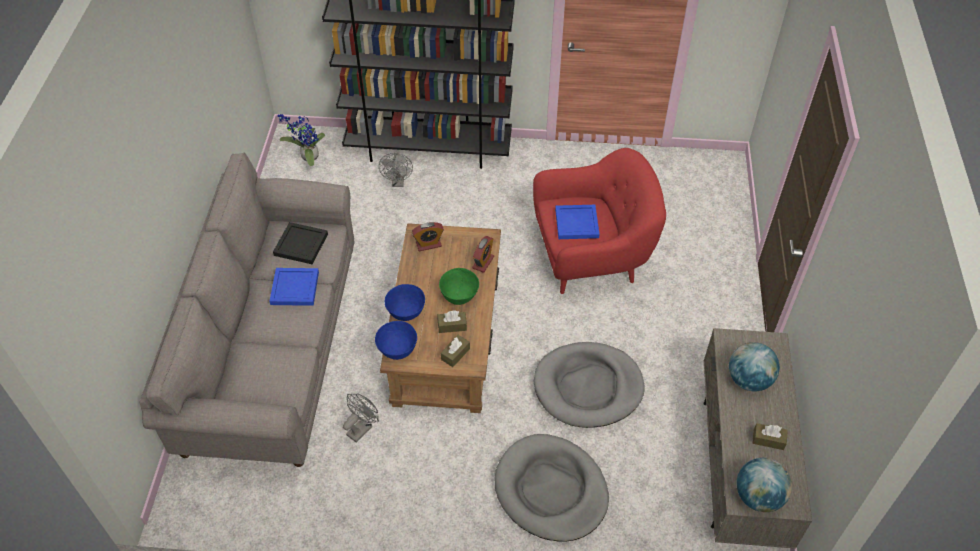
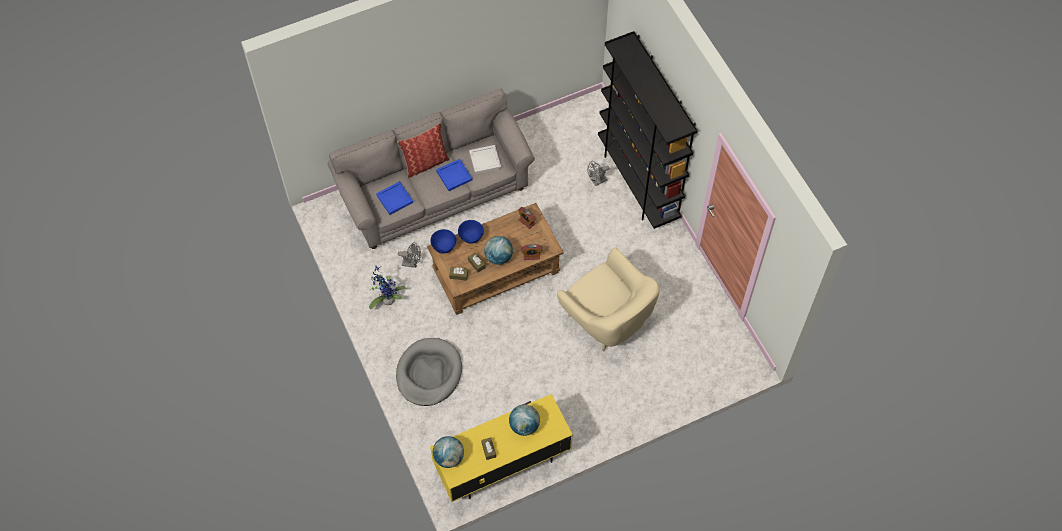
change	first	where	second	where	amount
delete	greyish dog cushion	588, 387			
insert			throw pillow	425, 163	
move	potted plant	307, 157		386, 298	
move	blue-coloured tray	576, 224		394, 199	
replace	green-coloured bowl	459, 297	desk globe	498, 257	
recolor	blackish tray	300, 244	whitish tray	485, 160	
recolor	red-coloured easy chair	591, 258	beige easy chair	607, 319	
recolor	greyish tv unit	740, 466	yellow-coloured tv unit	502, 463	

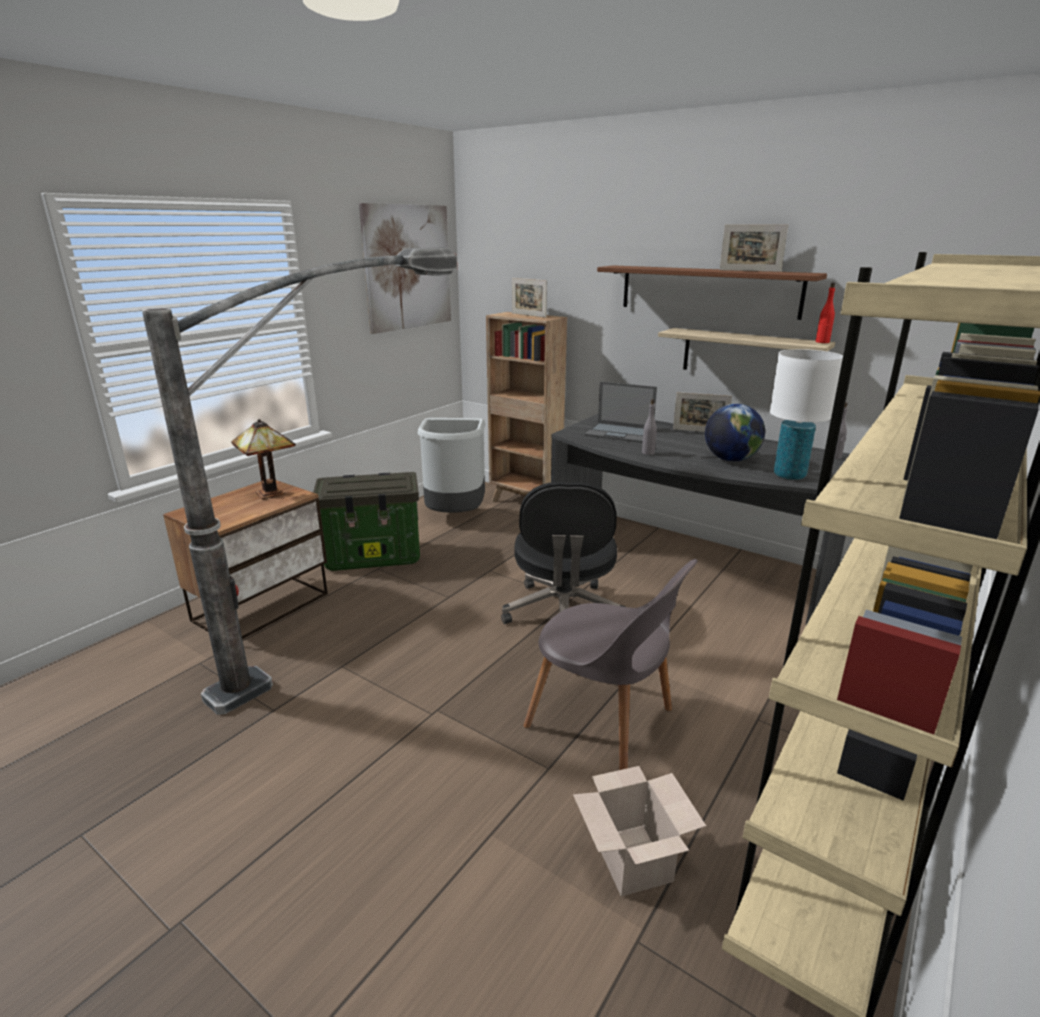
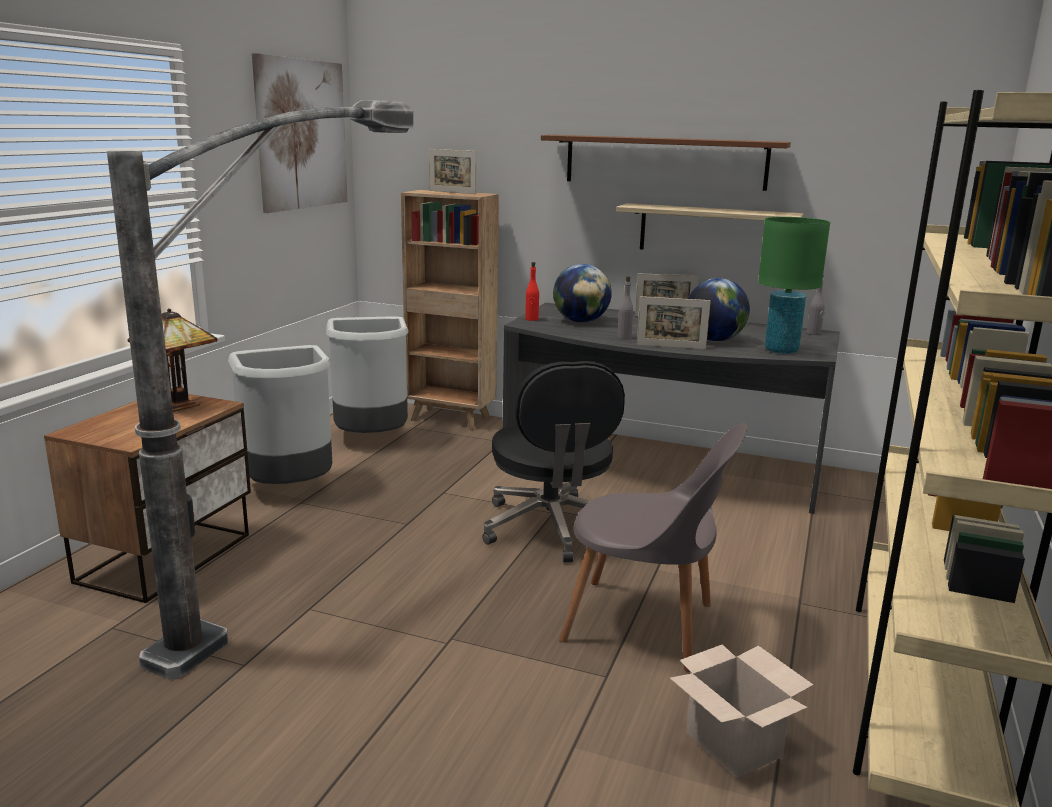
change	first	where	second	where	amount
move	standing frame	749, 271		671, 347	
move	red-coloured beverage bottle	822, 342		531, 319	
replace	storage container	374, 556	greyish waste bin	289, 489	
replace	portable computer	620, 433	desk globe	581, 321	
recolor	whitish table lamp	789, 475	green-coloured table lamp	781, 351	

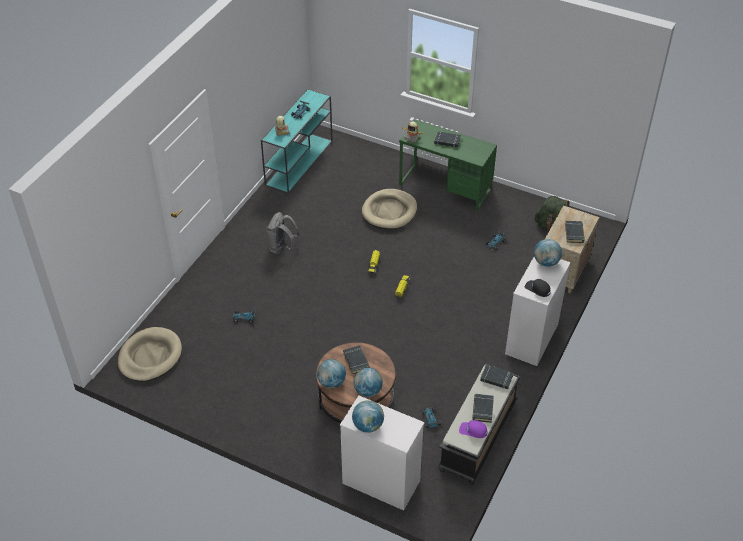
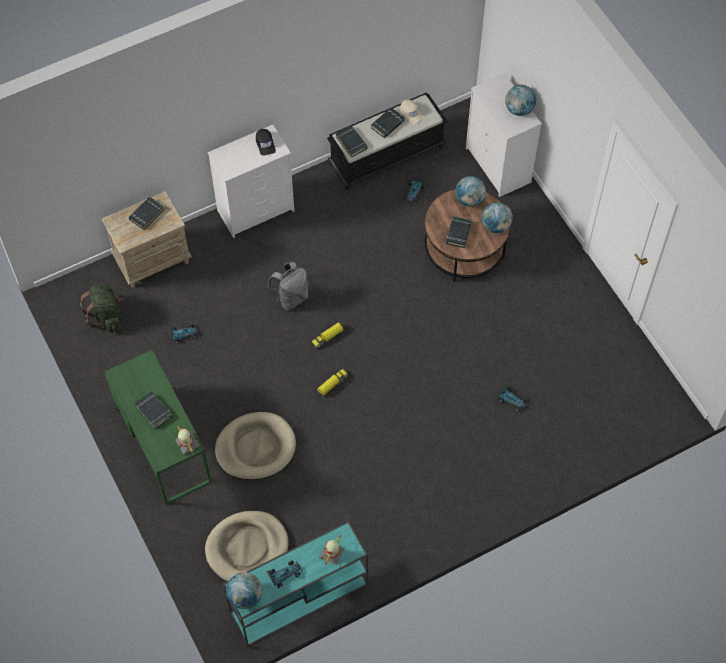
change	first	where	second	where	amount
move	beige dog cushion	150, 356		247, 548	
move	greyish rucksack	282, 248		291, 297	
move	desk globe	546, 262		245, 596	
recolor	purple cap	473, 430	beige cap	411, 113	

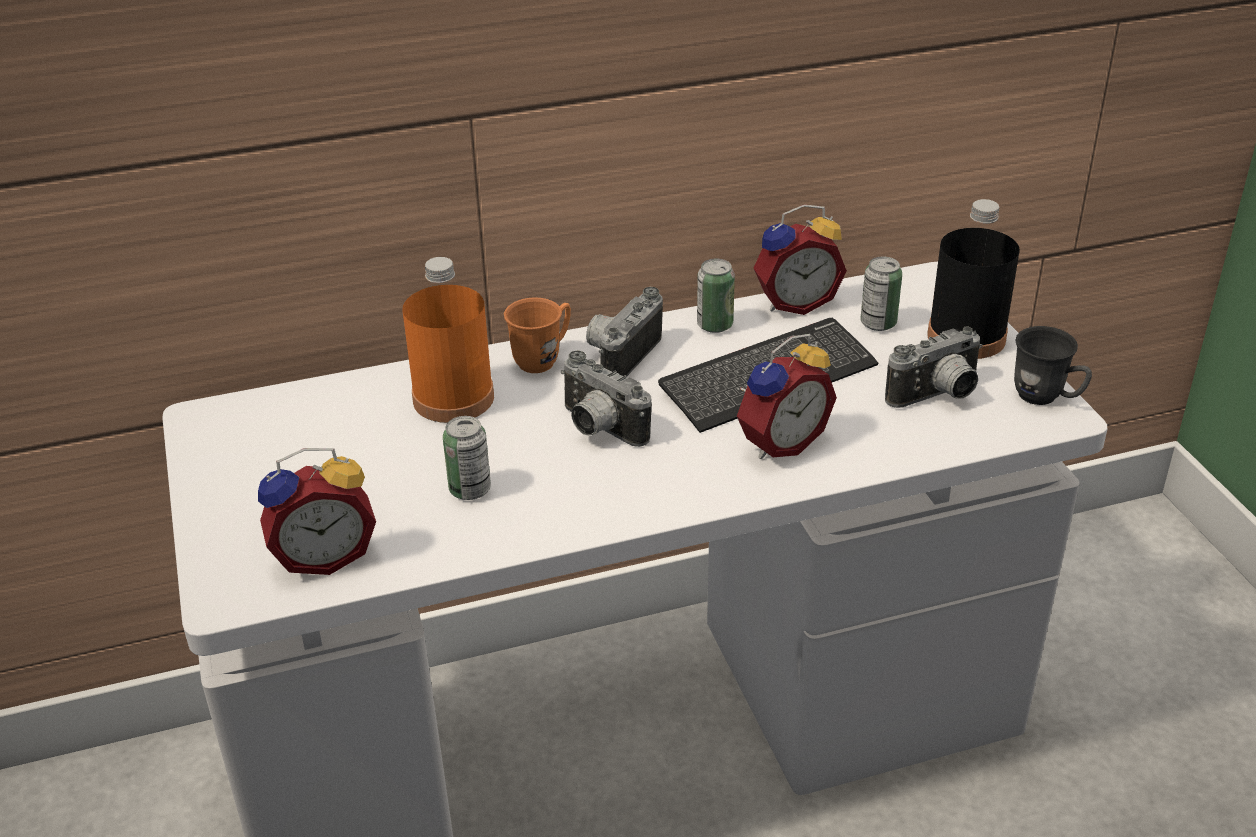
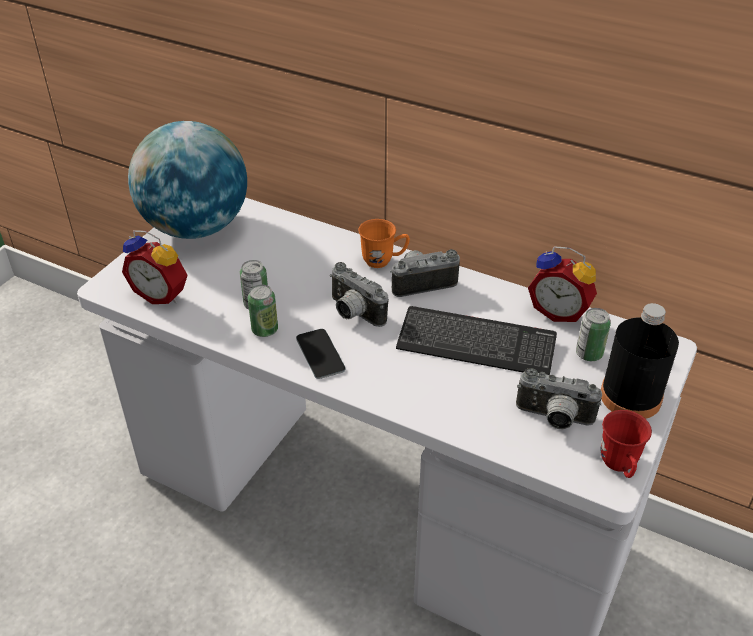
change	first	where	second	where	amount
delete	orange-coloured beverage bottle	453, 398			
delete	alarm clock	779, 442			
insert			desk globe	196, 227	
insert			telephone	320, 354	
move	sealed can	715, 325		265, 330	
recolor	greyish tea mug	1046, 398	red-coloured tea mug	619, 467	
rotate	photo camera	598, 429		353, 313	45 degrees counterclockwise

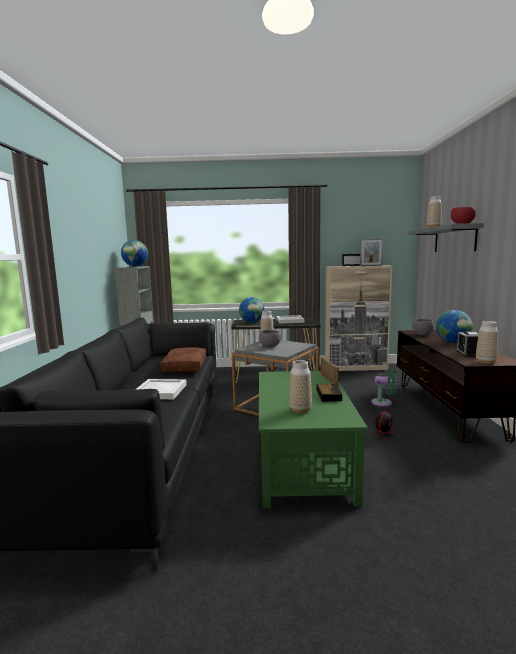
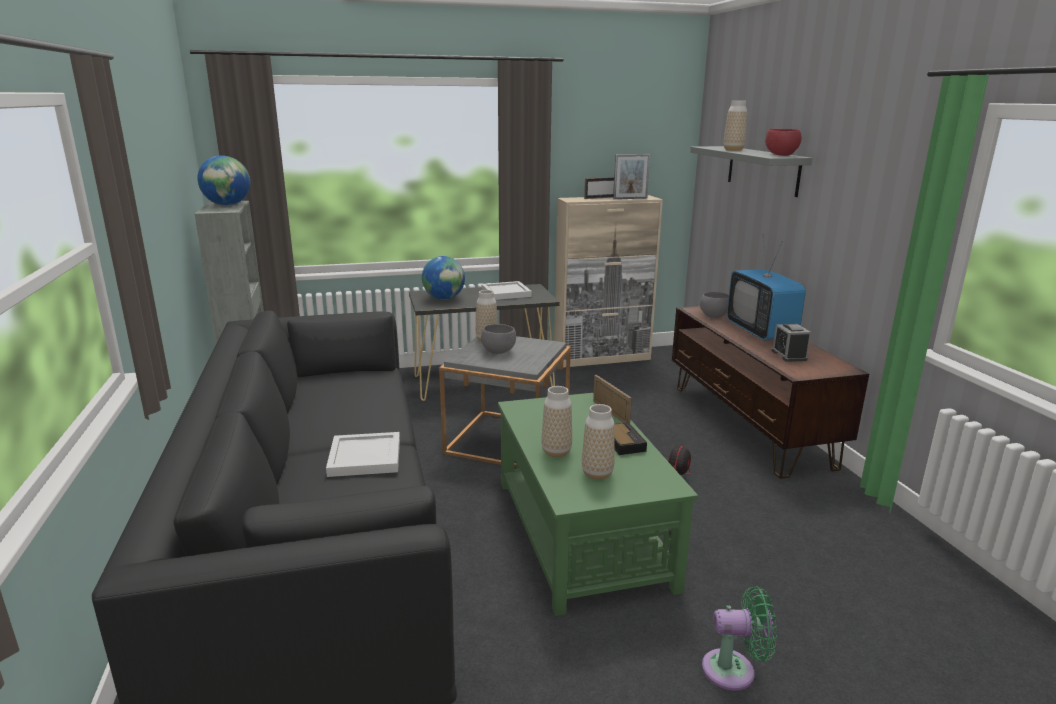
change	first	where	second	where	amount
delete	brown throw pillow	184, 366			
move	green-coloured cooling fan	384, 403		734, 670	
move	vase	485, 362		556, 452	
replace	desk globe	453, 342	television	760, 332	

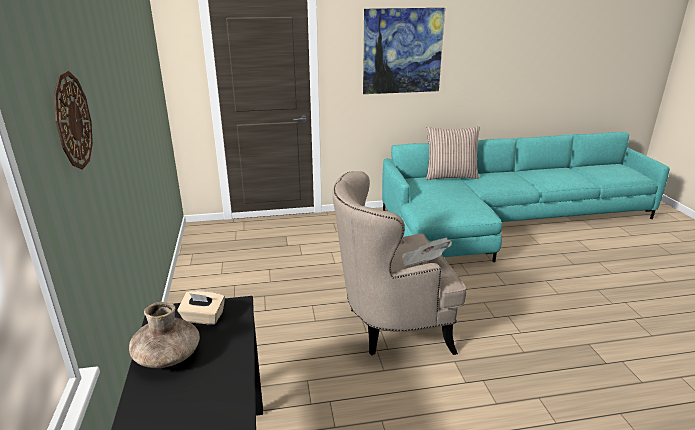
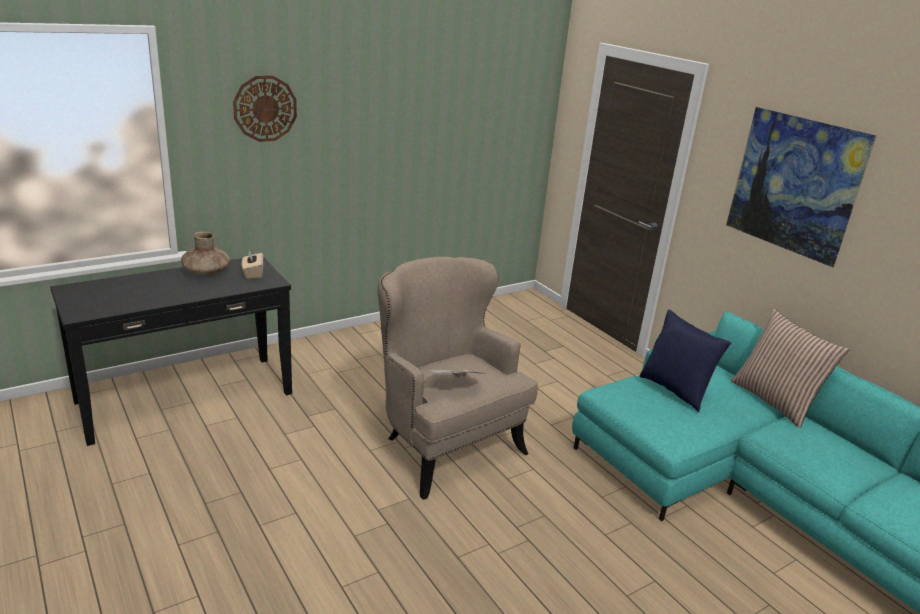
change	first	where	second	where	amount
insert			blue-coloured throw pillow	675, 390	

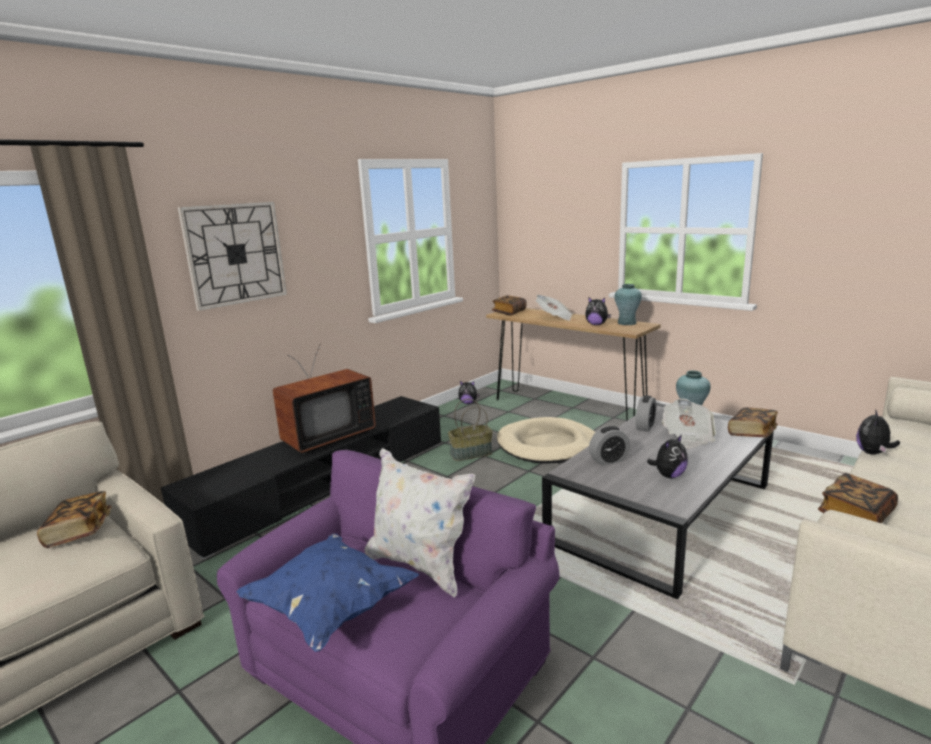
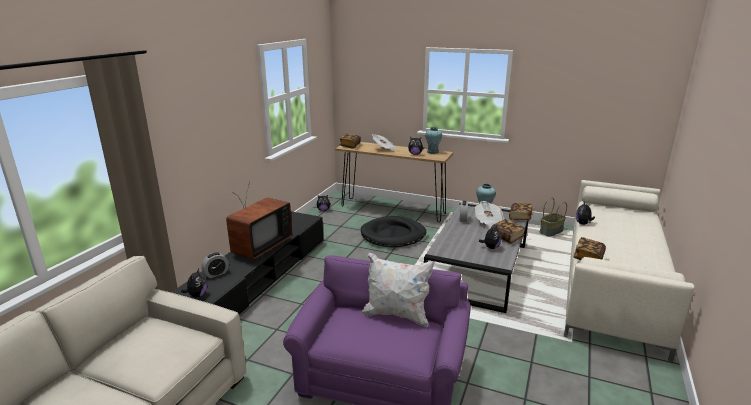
change	first	where	second	where	amount
delete	wall clock	235, 254			
delete	blue-coloured throw pillow	330, 609			
insert			plush toy	197, 295	
move	bound book	79, 531		507, 237	
move	basket	471, 454		551, 232	
move	alarm clock	609, 460		216, 274	
recolor	beige dog cushion	548, 445	blackish dog cushion	393, 235	

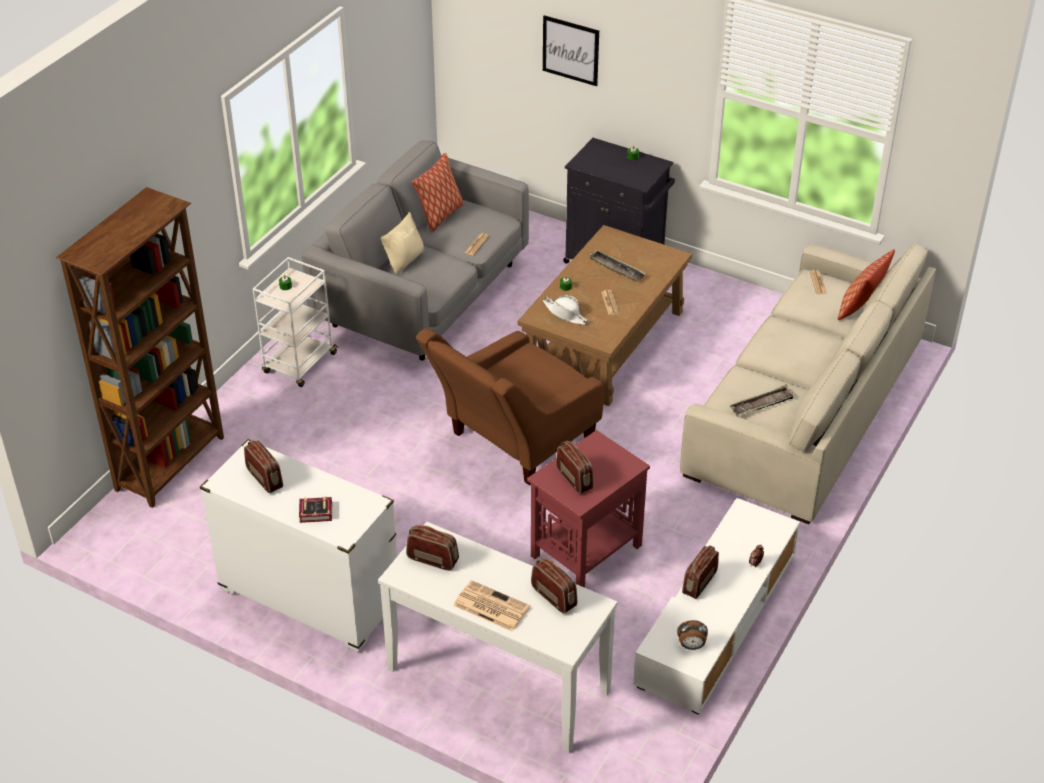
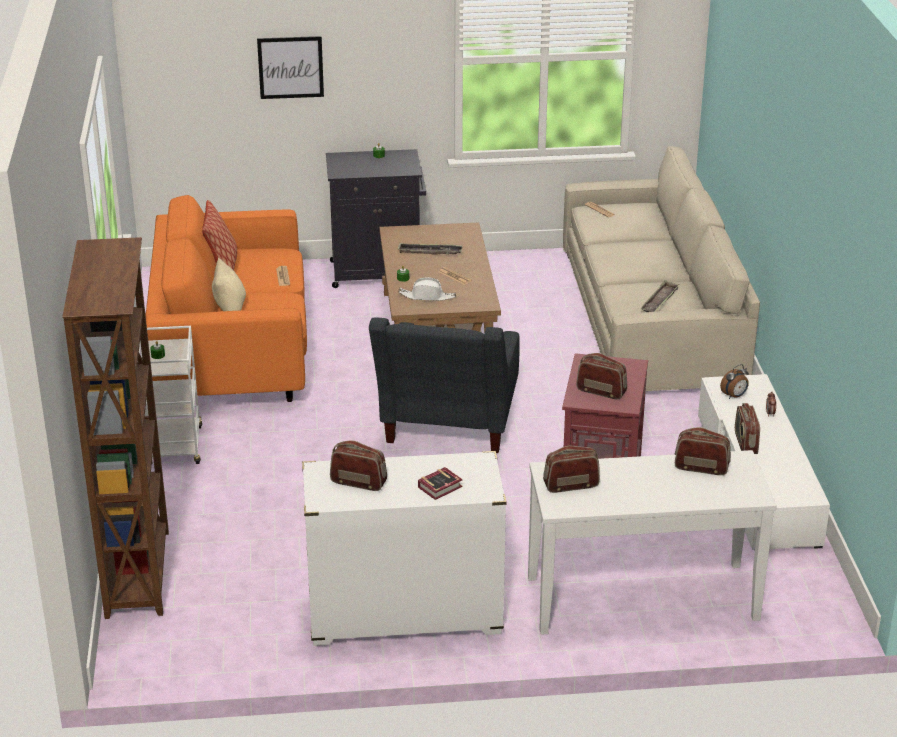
change	first	where	second	where	amount
delete	newspaper	490, 606			
delete	throw pillow	860, 308			
move	alarm clock	691, 646		734, 396	
recolor	greyish settee	423, 296	orange-coloured settee	233, 354	
recolor	brown easy chair	512, 443	greyish easy chair	447, 430	

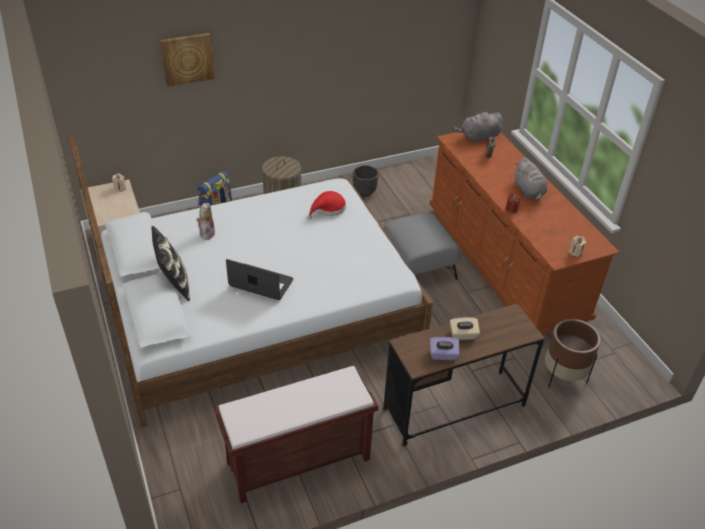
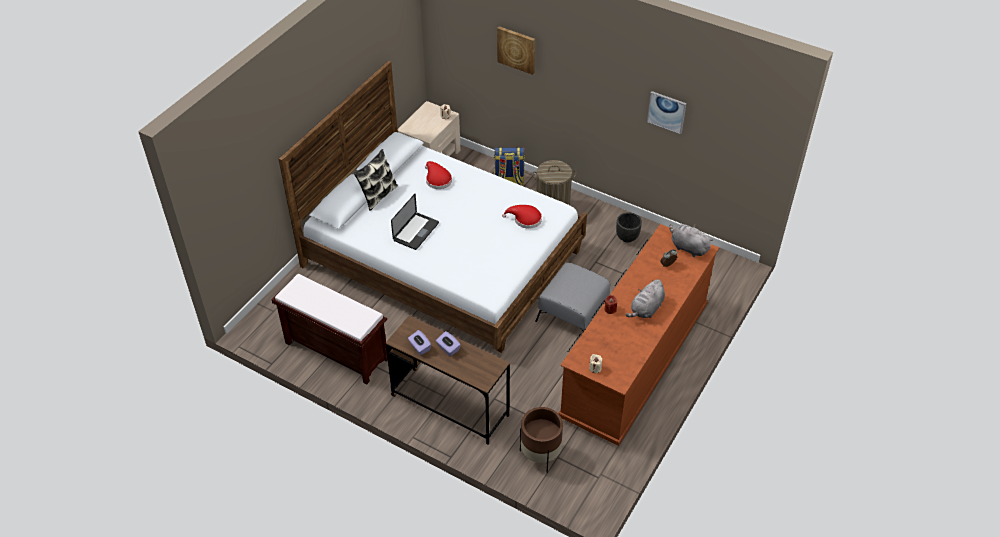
change	first	where	second	where	amount
insert			wall art	666, 112	
replace	plush toy	206, 233	red-coloured clothing hat	437, 179	
recolor	beige tissue box	463, 335	purple tissue box	448, 348	
rotate	portable computer	261, 283		416, 232	45 degrees clockwise

